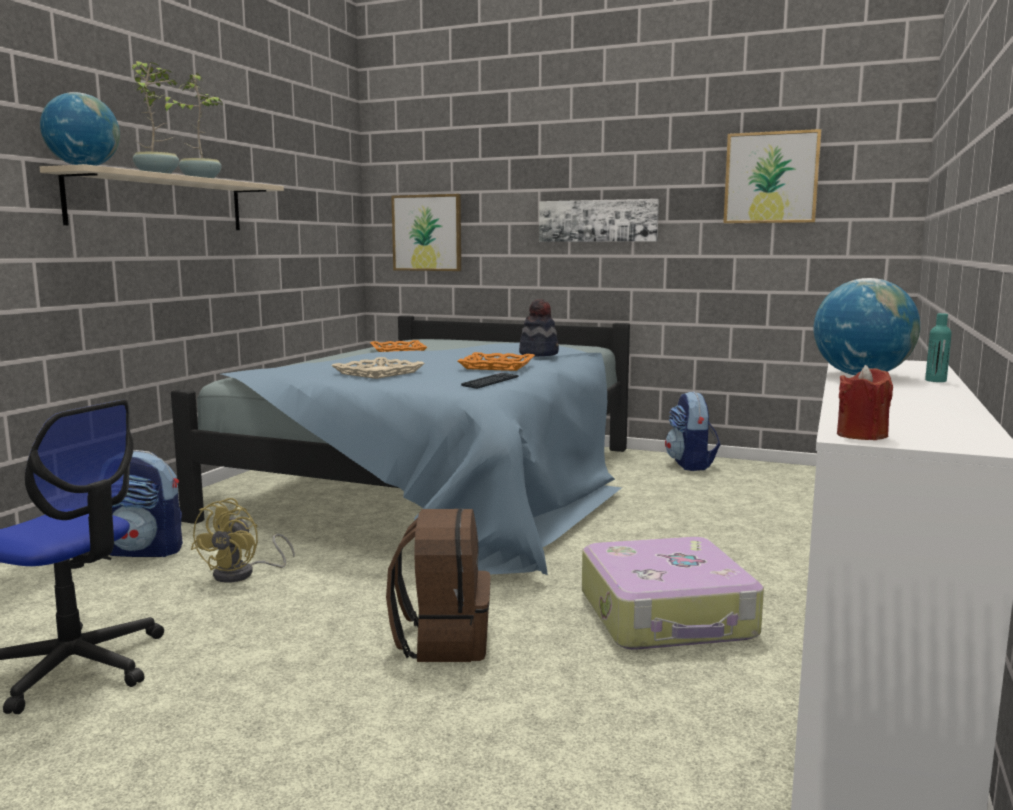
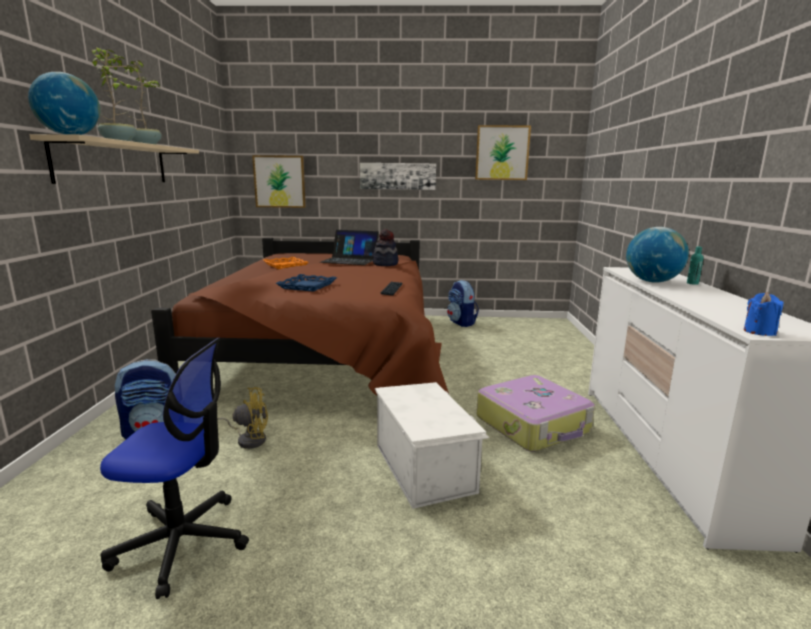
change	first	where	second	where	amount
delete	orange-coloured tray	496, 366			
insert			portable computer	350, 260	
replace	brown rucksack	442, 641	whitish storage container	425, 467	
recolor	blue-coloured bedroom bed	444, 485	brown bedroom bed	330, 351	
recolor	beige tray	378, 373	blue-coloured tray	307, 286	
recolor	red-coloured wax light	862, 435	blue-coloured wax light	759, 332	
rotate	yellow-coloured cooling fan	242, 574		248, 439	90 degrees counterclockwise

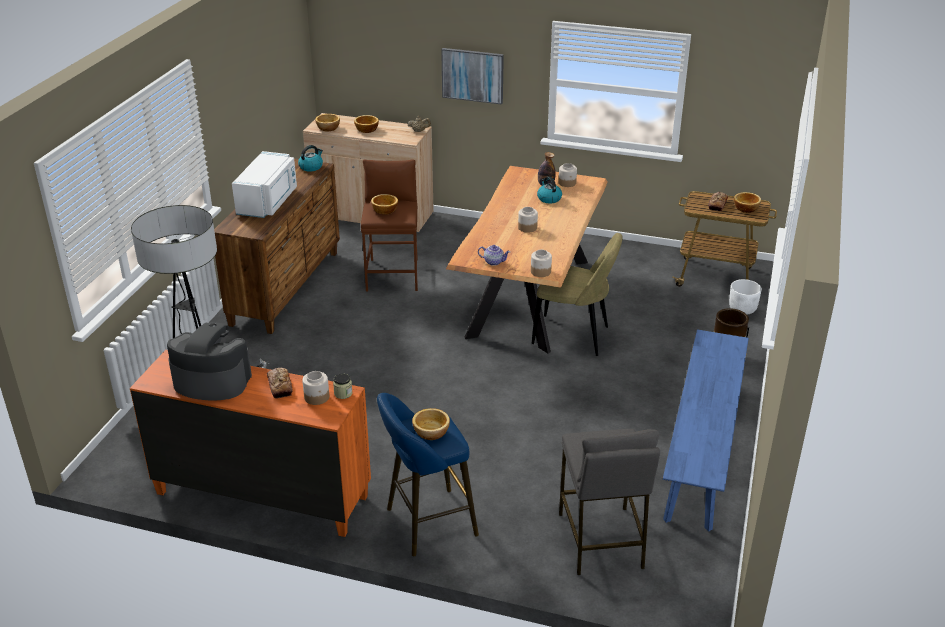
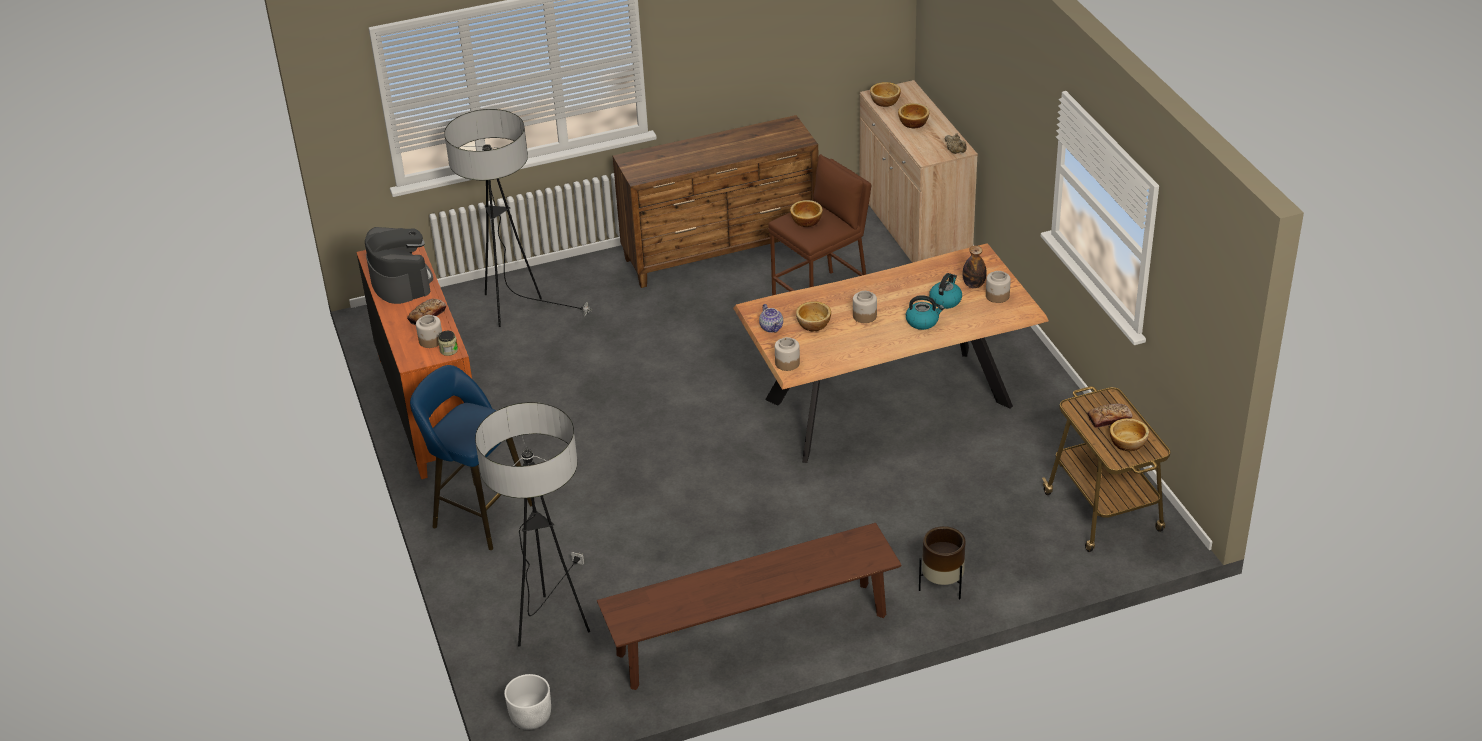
change	first	where	second	where	amount
delete	whitish microwave	268, 202			
delete	wall art	472, 75			
delete	beige chair	574, 336			
move	kettle	311, 167		923, 321	
move	bowl	432, 432		814, 324	
move	whitish flower pot	742, 309		530, 717	
replace	greyish stool	600, 540	floor lamp	552, 625	
recolor	blue-coloured indoor bench	702, 450	brown indoor bench	752, 635	

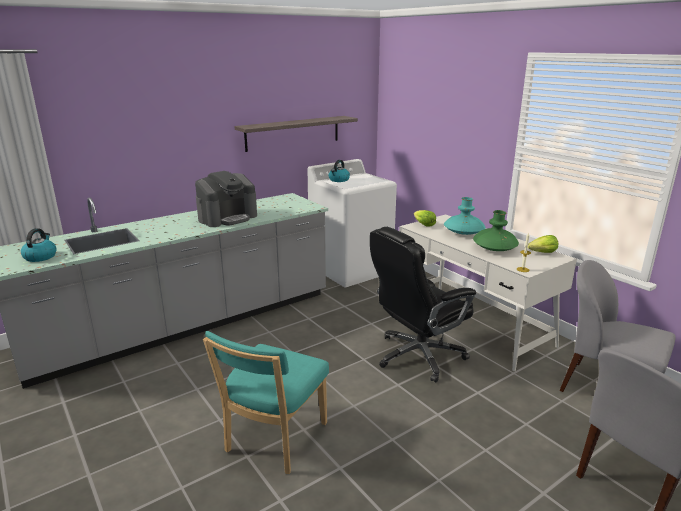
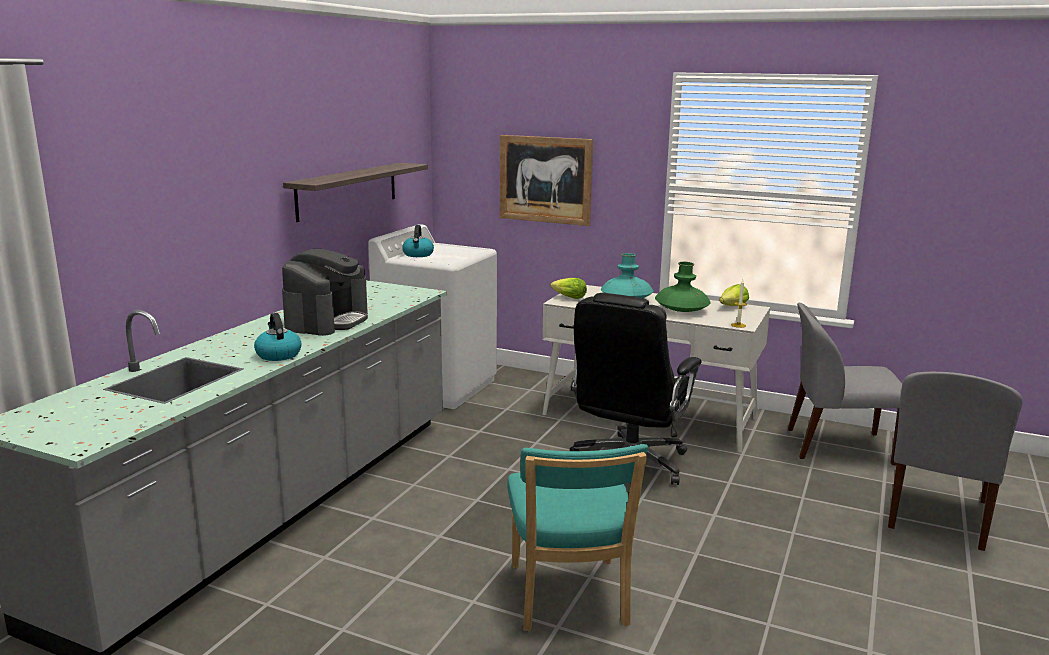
change	first	where	second	where	amount
insert			wall art	545, 179	
move	kettle	40, 257		278, 354	

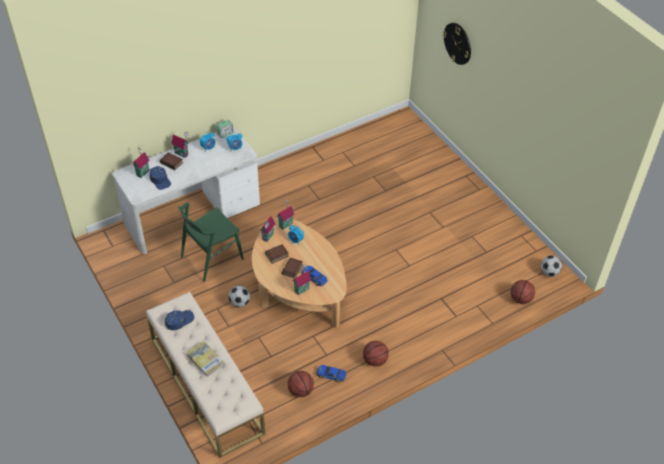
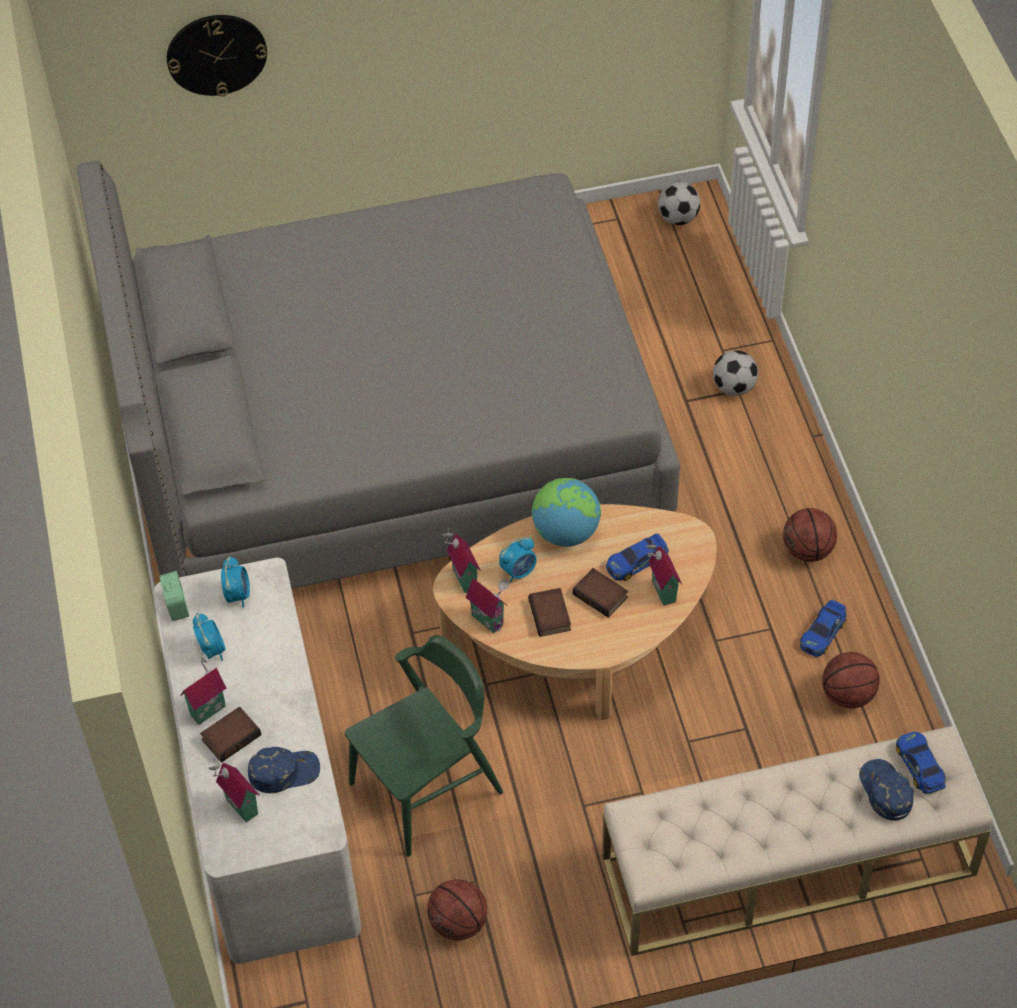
change	first	where	second	where	amount
delete	bound book	205, 360			
insert			greyish bedroom bed	390, 436	
insert			desk globe	566, 532	
insert			miniature car	920, 765	
move	blue-coloured cap	179, 320		885, 791	
move	football ball	240, 303		734, 387	
move	basketball	520, 299		458, 923	
rotate	green-coloured chair	211, 257		426, 788	105 degrees counterclockwise

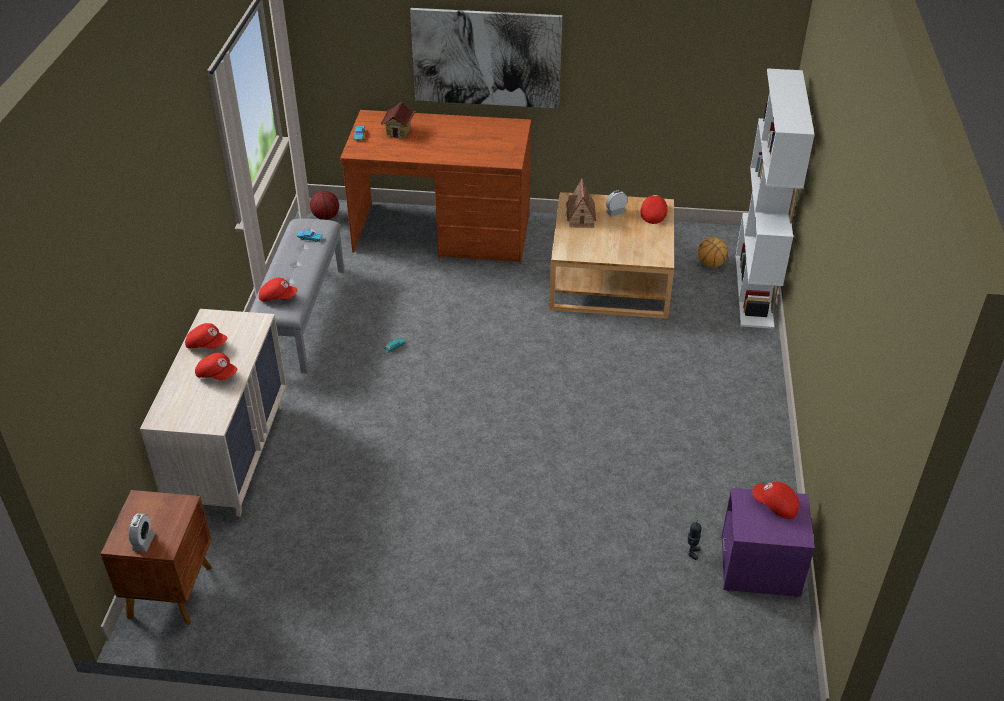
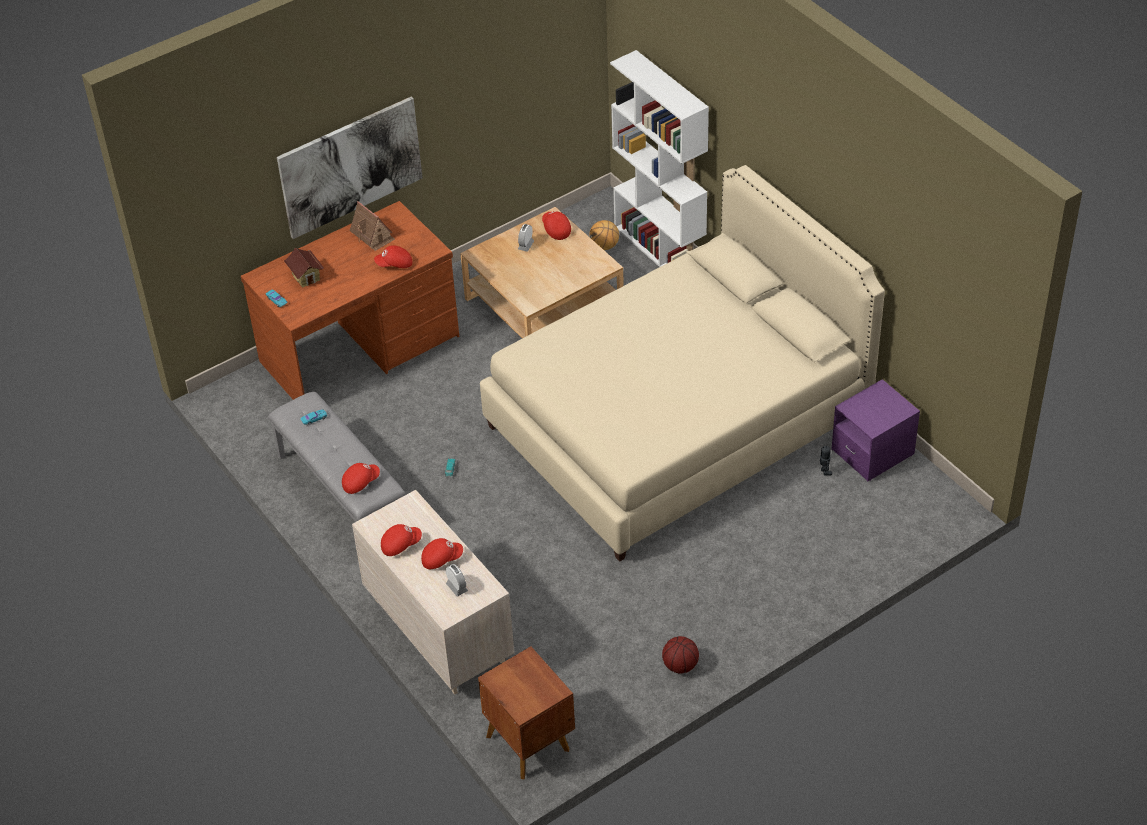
change	first	where	second	where	amount
insert			beige bedroom bed	677, 421	
move	alarm clock	143, 542		457, 587	
move	basketball	326, 217		680, 665	
move	miniature house	581, 216		372, 235	
move	red-coloured cap	775, 506		394, 264	

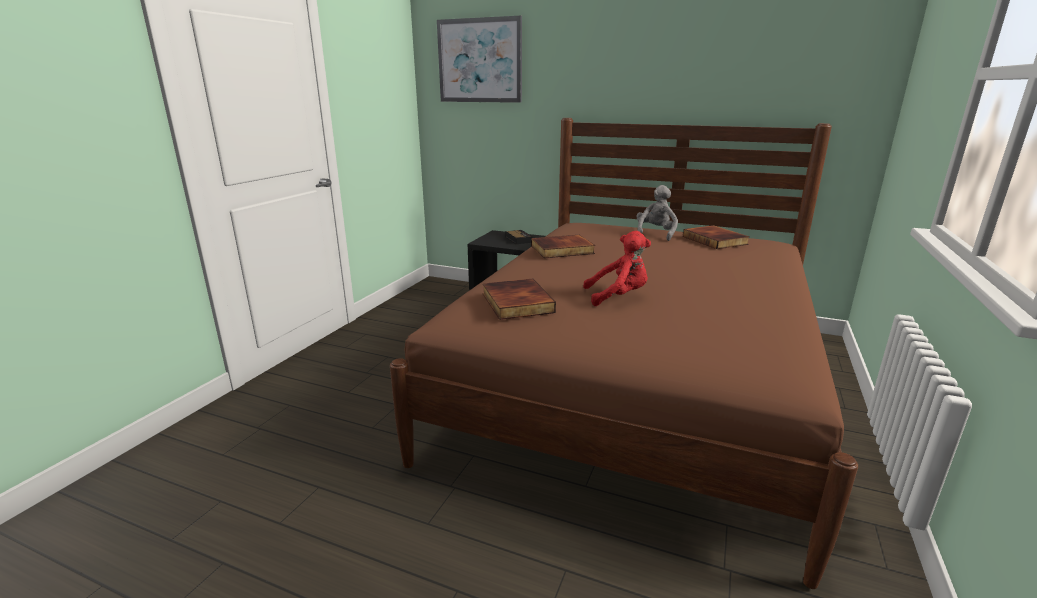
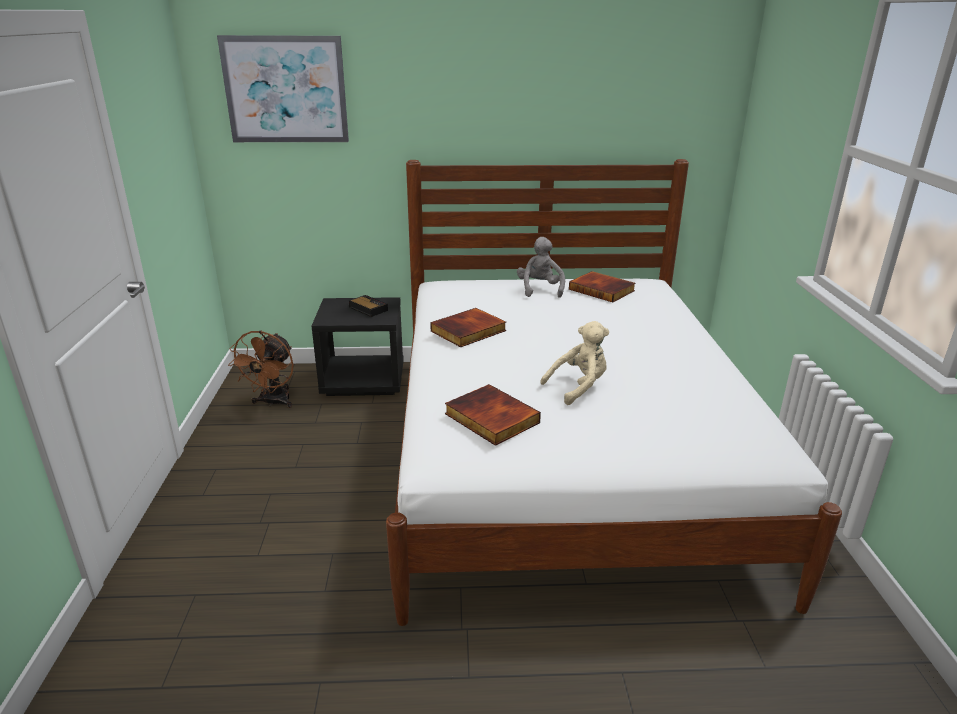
change	first	where	second	where	amount
insert			brown cooling fan	273, 403	
recolor	brown bedroom bed	635, 385	whitish bedroom bed	562, 459	
recolor	red-coloured plush toy	618, 297	beige plush toy	578, 387	

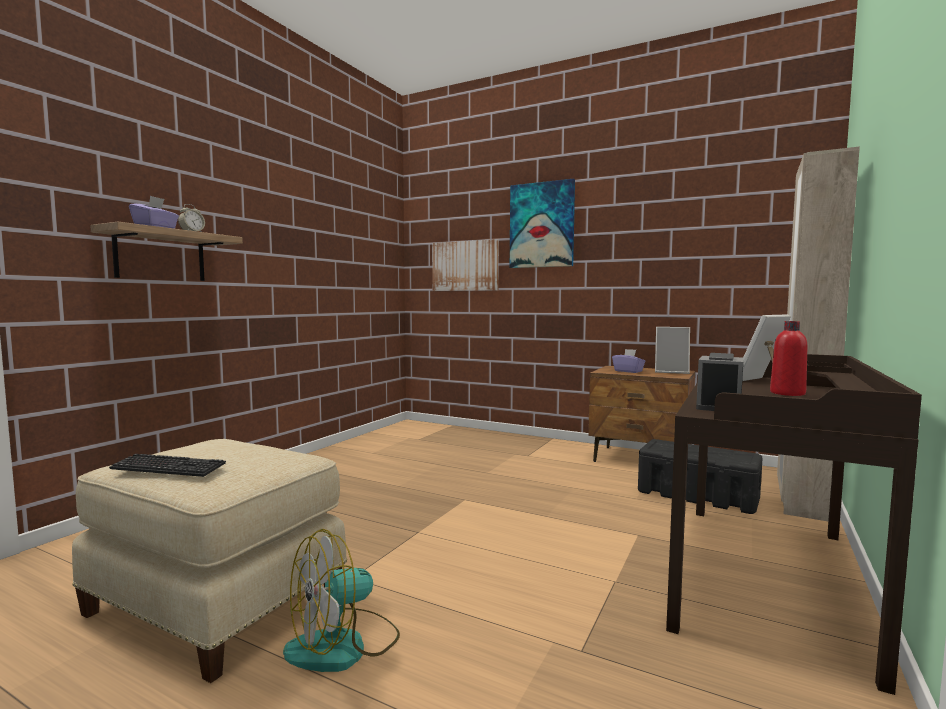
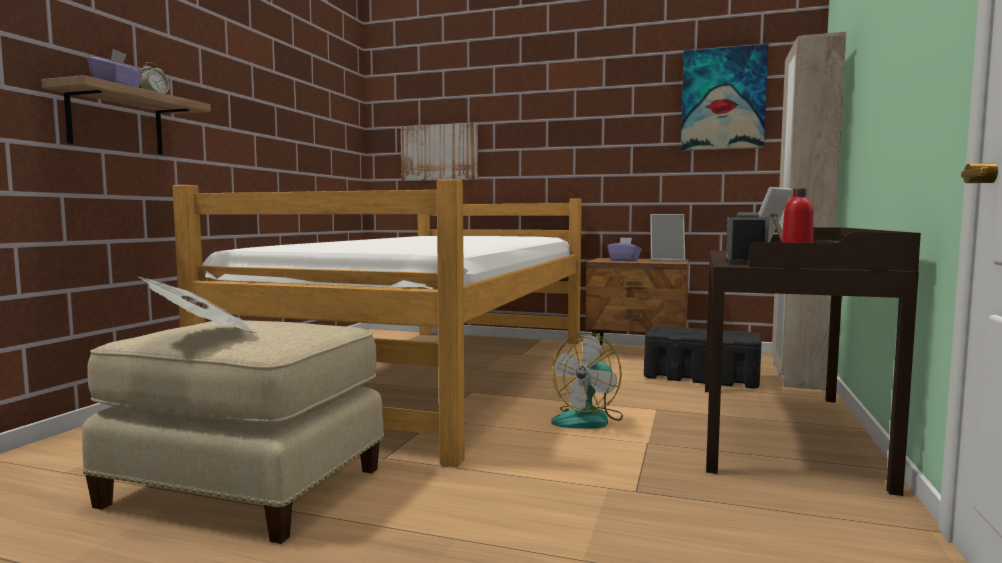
change	first	where	second	where	amount
insert			bedroom bed	435, 375	
move	cooling fan	343, 645		589, 419	
move	wall art	542, 225		723, 99	
replace	computer keyboard	168, 468	newspaper	203, 334	

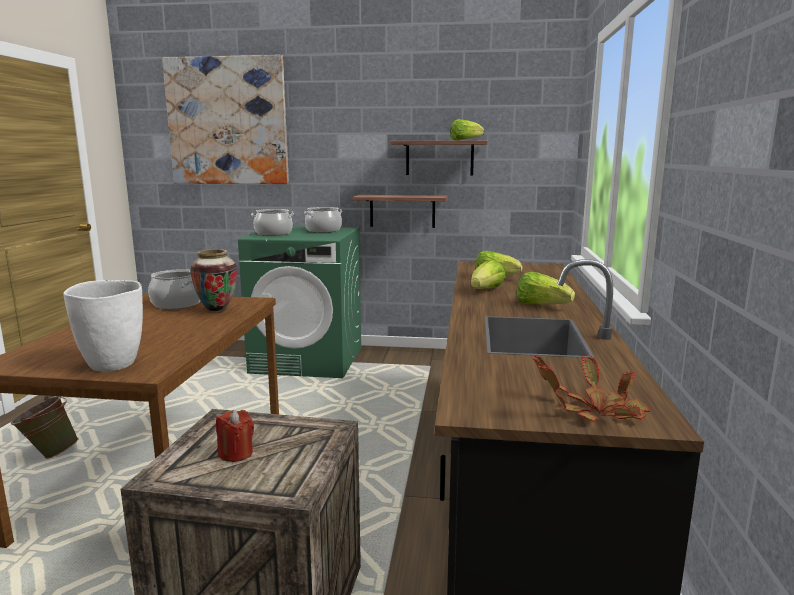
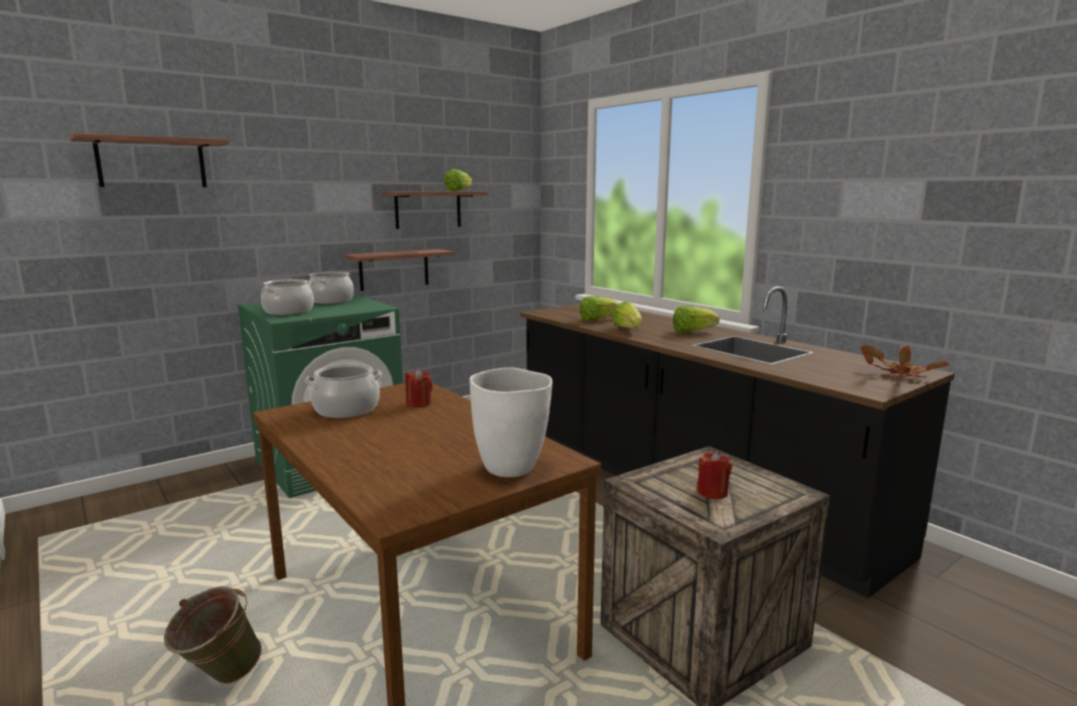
change	first	where	second	where	amount
replace	wall art	227, 121	bracket shelf	152, 163	
replace	vase	217, 311	red-coloured wax light	419, 403	

